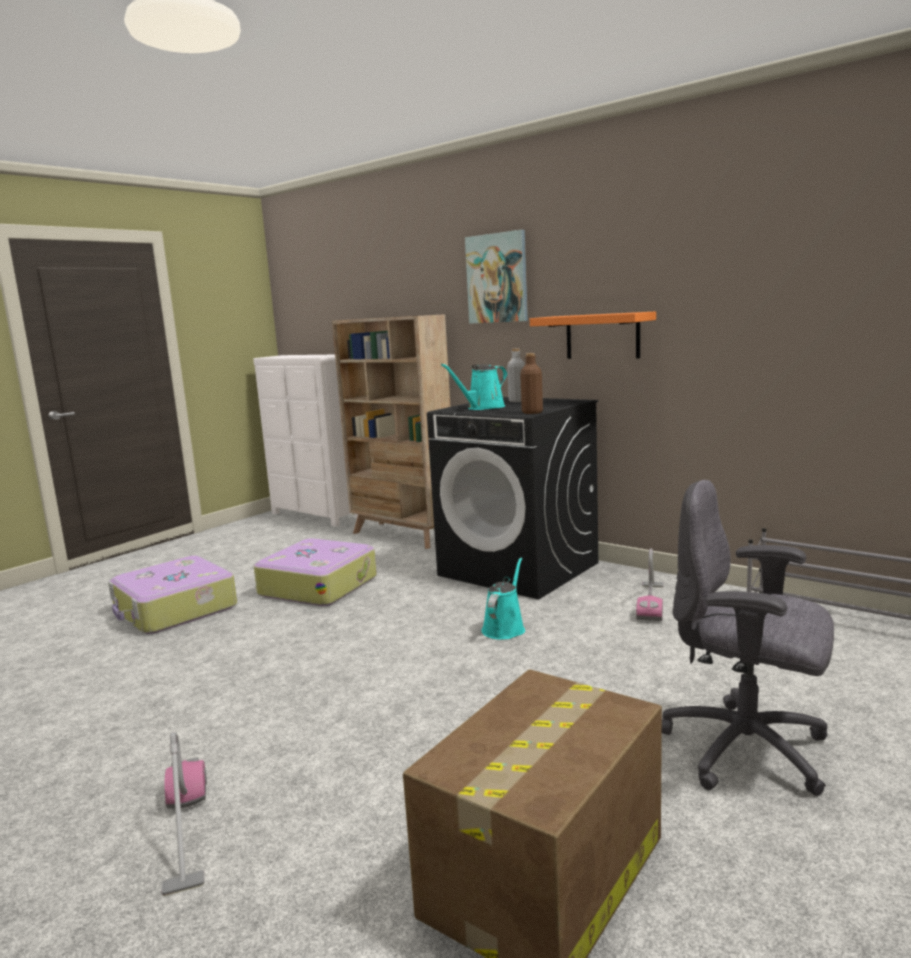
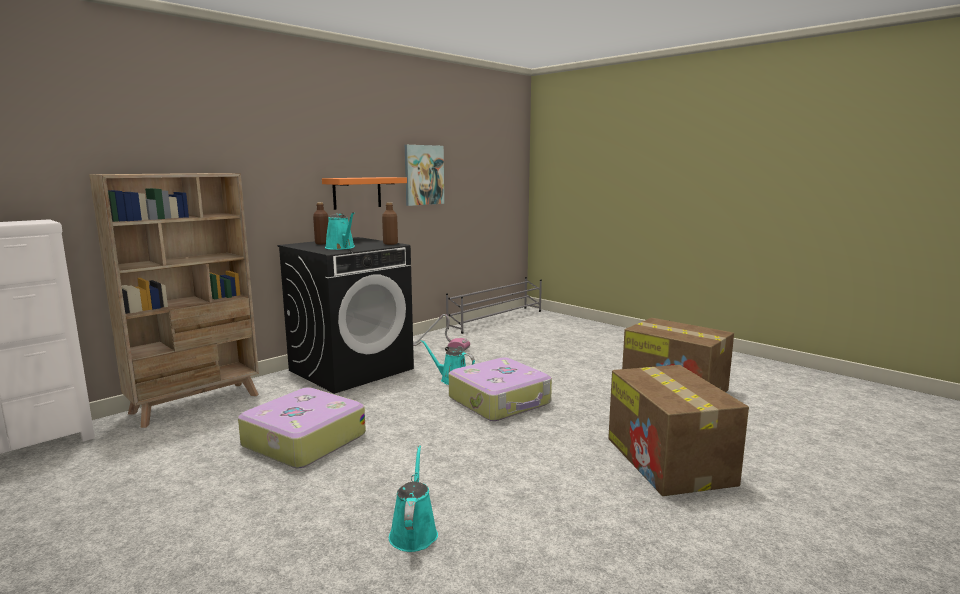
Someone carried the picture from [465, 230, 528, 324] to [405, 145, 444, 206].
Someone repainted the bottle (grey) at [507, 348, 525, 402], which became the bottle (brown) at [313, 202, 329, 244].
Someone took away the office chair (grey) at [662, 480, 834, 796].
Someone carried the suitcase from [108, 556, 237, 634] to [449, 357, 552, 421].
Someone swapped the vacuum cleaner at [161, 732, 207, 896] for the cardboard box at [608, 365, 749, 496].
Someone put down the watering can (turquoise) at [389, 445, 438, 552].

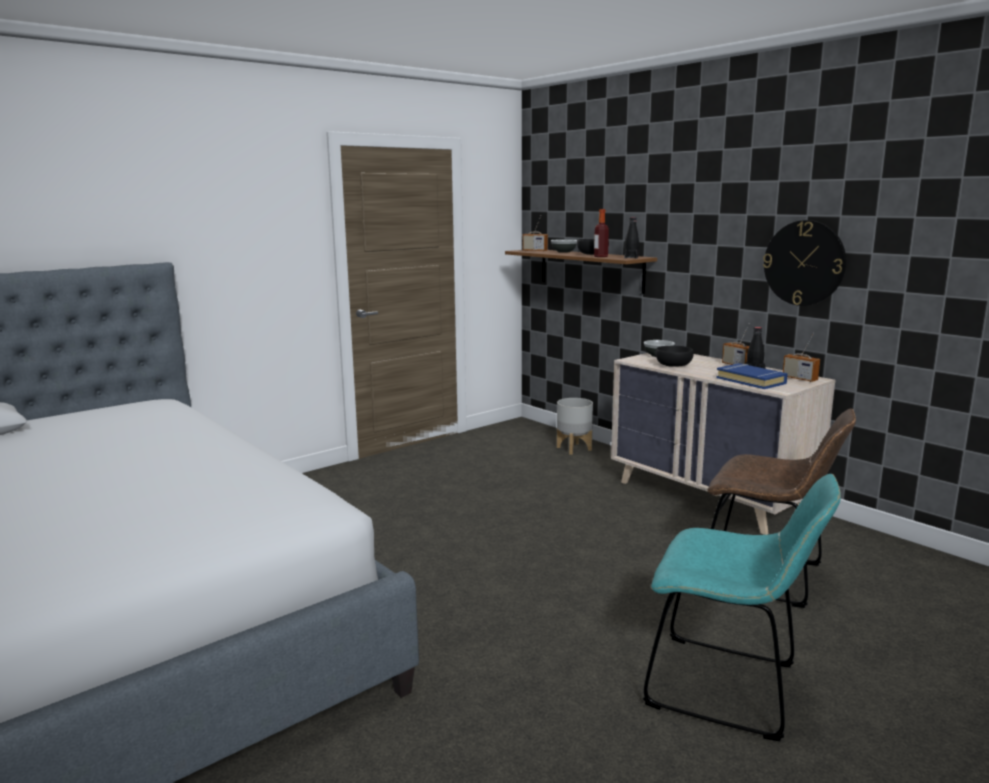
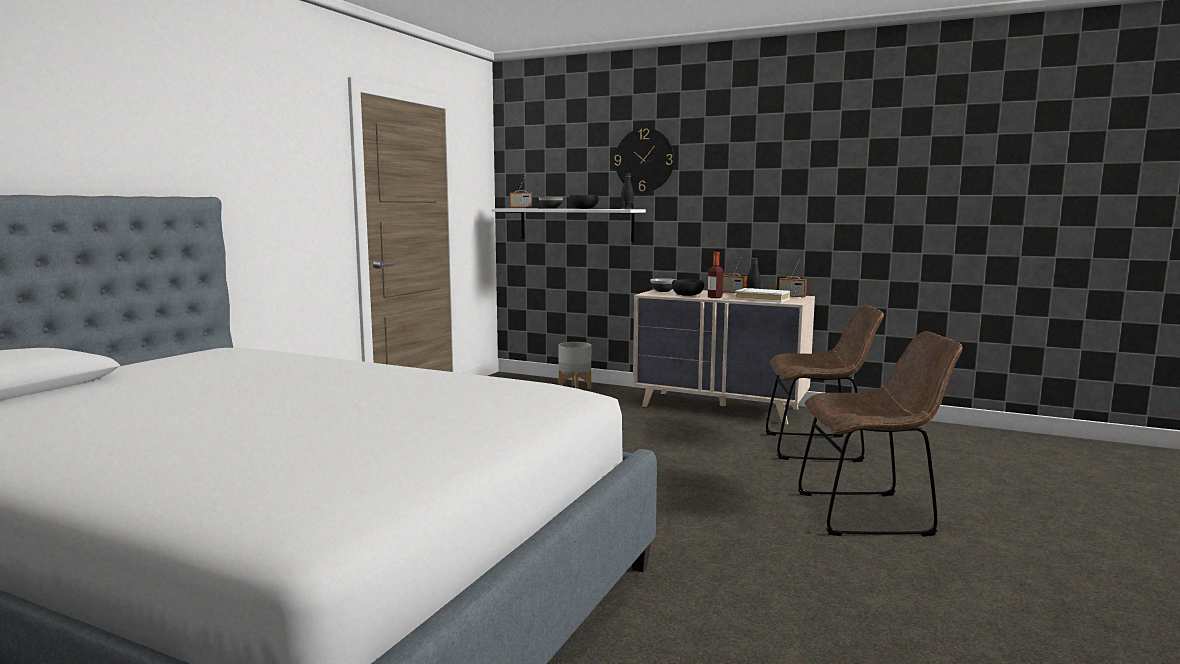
Someone carried the bottle from [594, 209, 609, 257] to [708, 252, 723, 298].
Someone carried the wall clock from [763, 220, 846, 306] to [615, 128, 674, 192].
Someone repainted the shelf (brown) at [505, 250, 657, 294], which became the shelf (white) at [492, 208, 646, 242].
Someone repainted the book (blue) at [716, 363, 788, 389], which became the book (white) at [735, 288, 790, 303].
Someone repainted the chair (turquoise) at [643, 474, 841, 741], which became the chair (brown) at [798, 331, 963, 537].

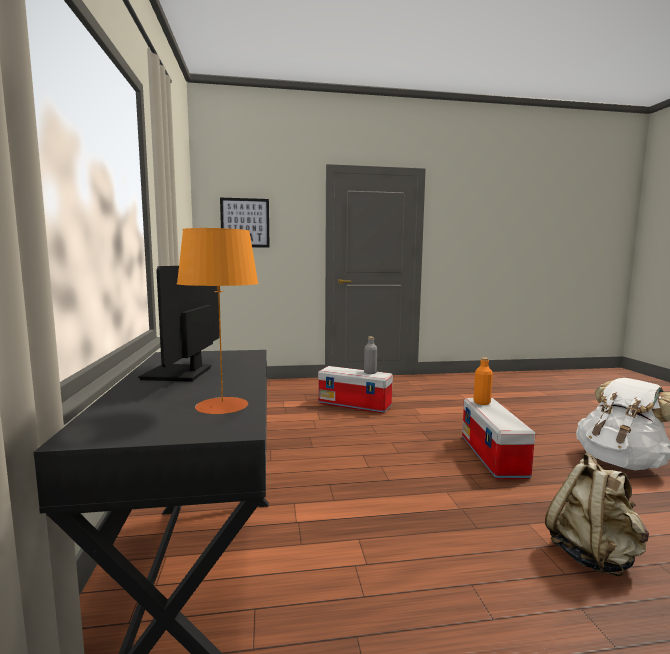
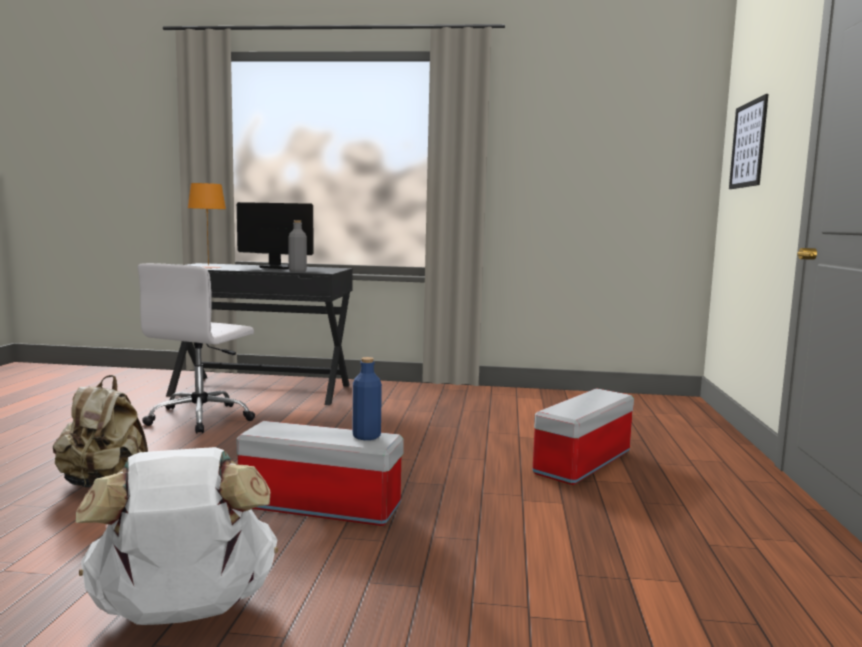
Someone carried the bottle (grey) from [364, 337, 377, 374] to [288, 220, 307, 272].
Someone repainted the bottle (orange) at [473, 357, 493, 405], which became the bottle (blue) at [353, 357, 382, 440].
Someone put down the office chair (white) at [138, 263, 255, 434].

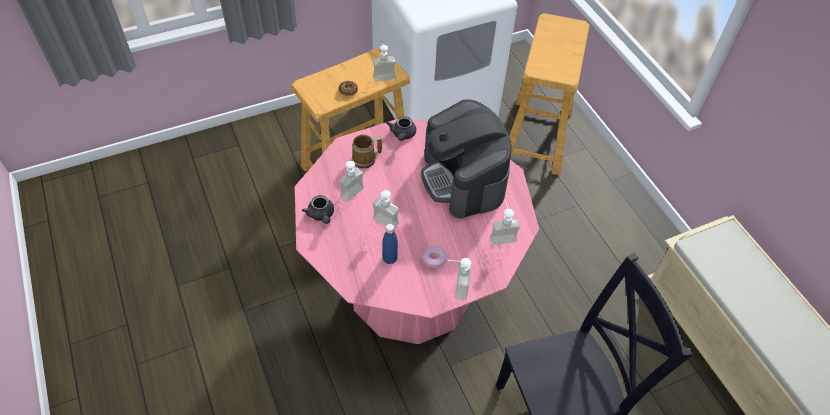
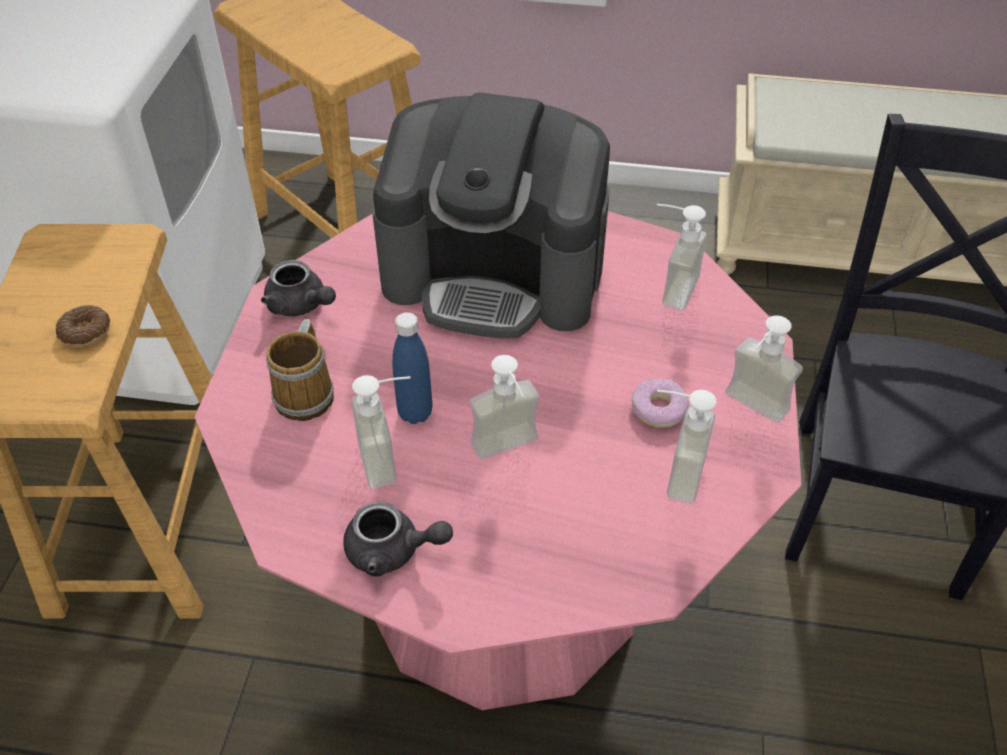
Someone carried the soap dispenser from [373, 39, 396, 82] to [657, 390, 717, 504].
Someone carried the bottle (blue) from [383, 223, 398, 264] to [392, 312, 433, 424].

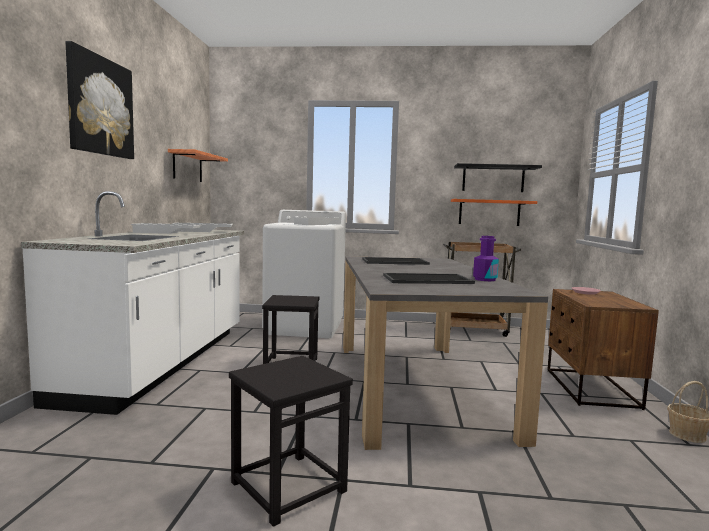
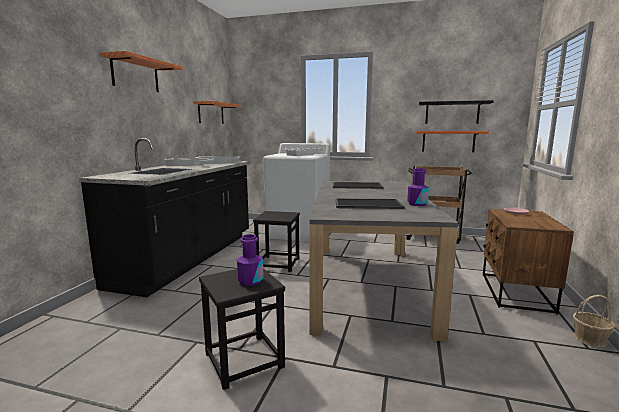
Someone swapped the picture at [65, 41, 134, 159] for the shelf at [100, 51, 183, 92].
Someone repainted the counter (white) at [21, 191, 244, 415], which became the counter (black) at [79, 138, 250, 297].
Someone put down the bottle (purple) at [237, 234, 264, 286].

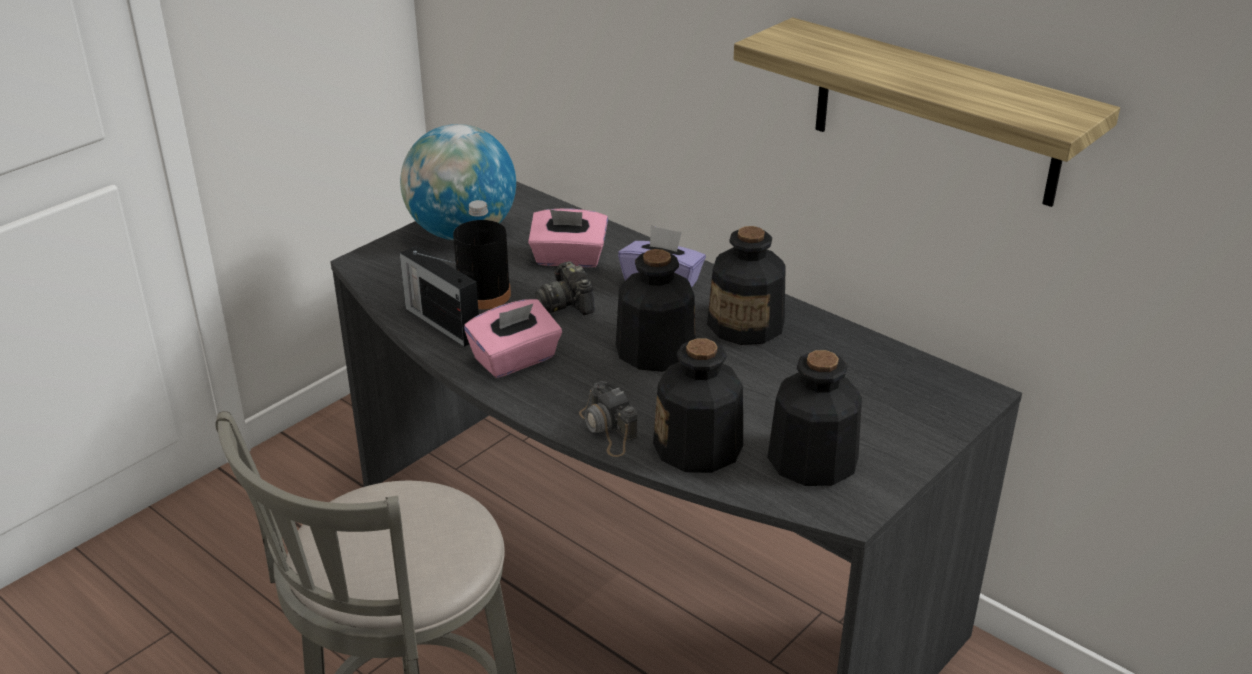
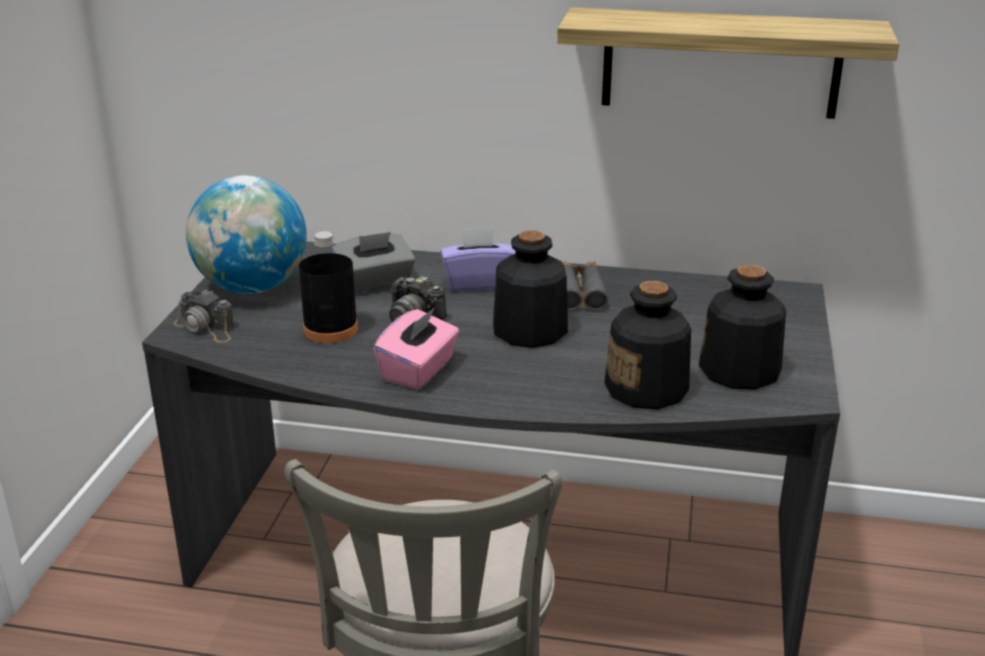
Someone repainted the tissue box (pink) at [528, 208, 608, 268], which became the tissue box (grey) at [332, 232, 416, 294].
Someone swapped the bottle at [707, 226, 786, 345] for the binoculars (grey) at [562, 261, 608, 311].
Someone took away the radio at [400, 246, 479, 347].
Someone carried the photo camera from [579, 381, 638, 457] to [173, 290, 234, 343].

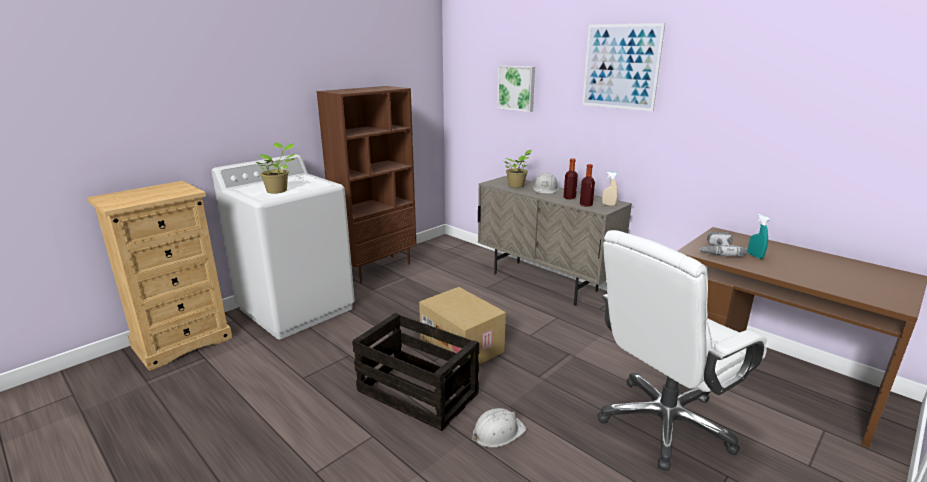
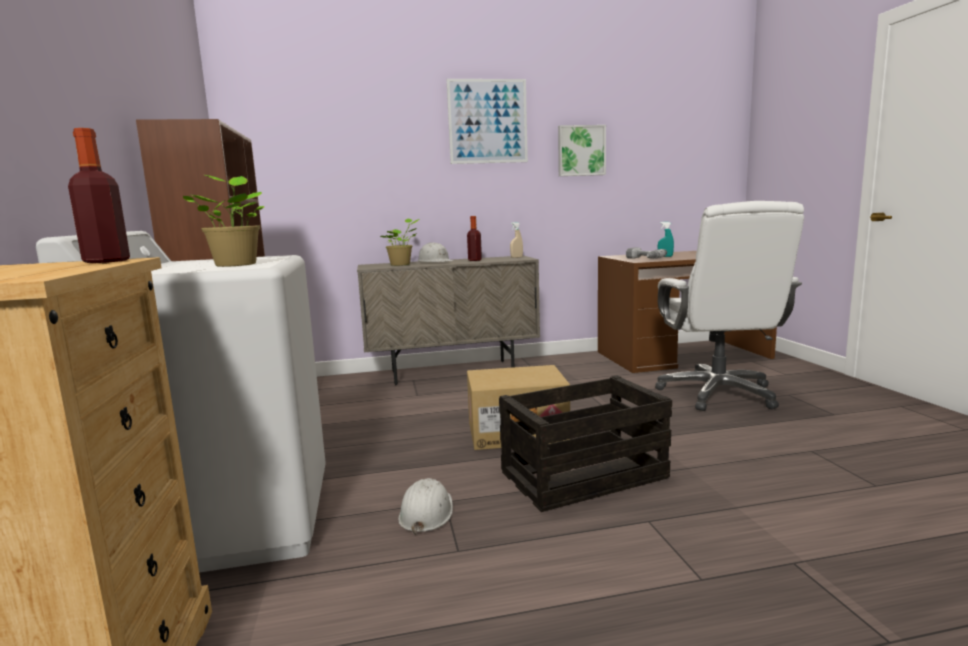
Someone carried the picture from [497, 65, 535, 112] to [558, 125, 606, 176].
Someone carried the bottle from [580, 164, 595, 207] to [68, 128, 130, 263].
Someone carried the hard hat (white) from [472, 408, 526, 448] to [398, 478, 453, 535].

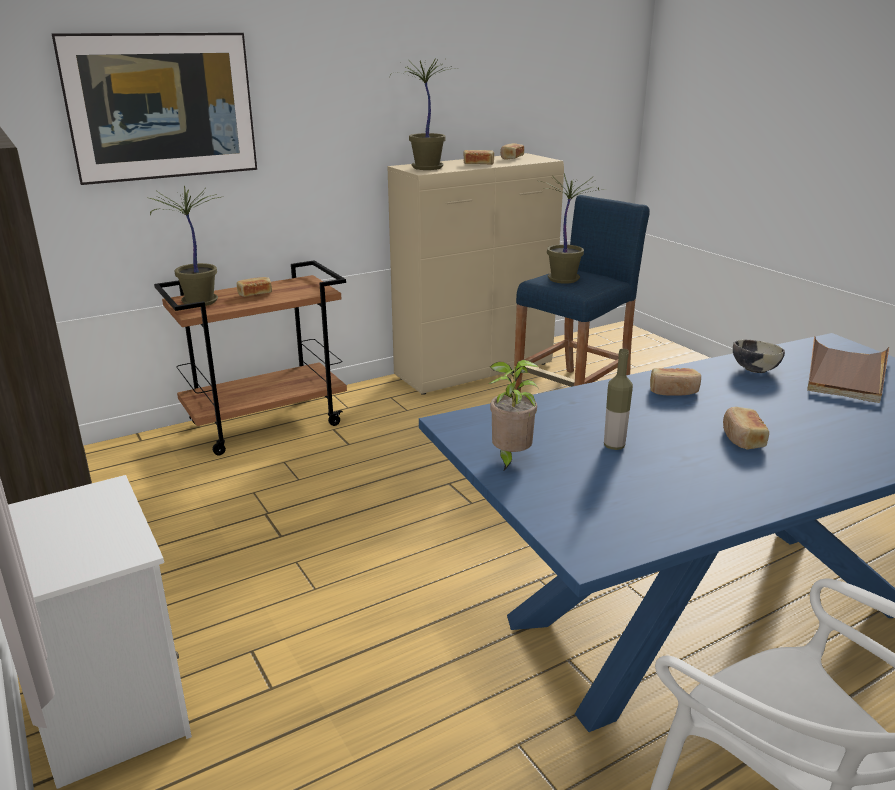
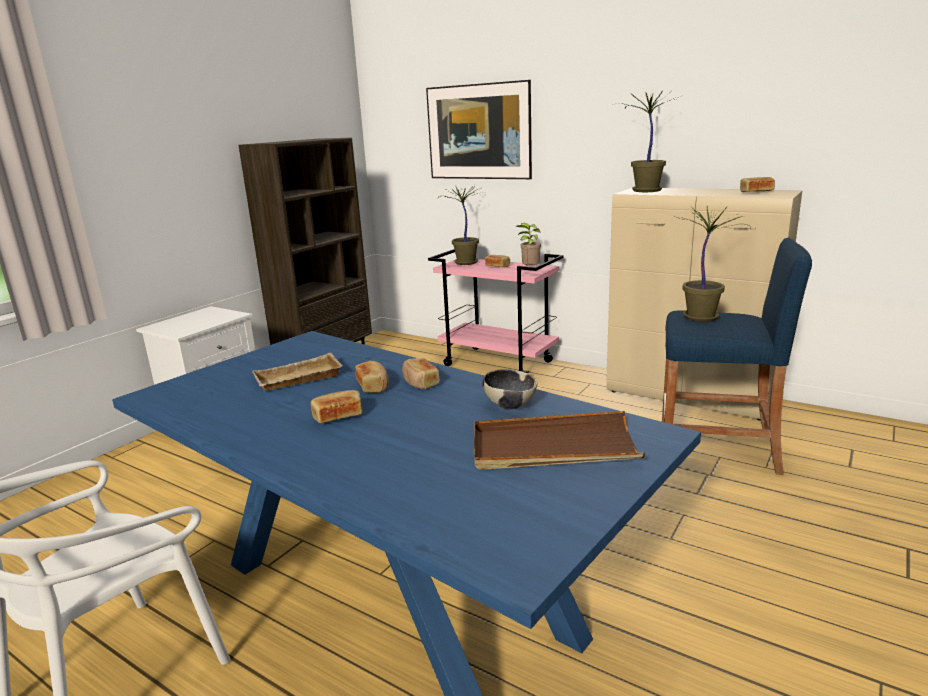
Someone carried the bread from [464, 150, 494, 165] to [355, 361, 389, 393].
Someone repainted the cart (brown) at [154, 260, 347, 455], which became the cart (pink) at [428, 249, 564, 373].
Someone swapped the bottle at [604, 349, 633, 450] for the tray (beige) at [252, 353, 343, 391].
Someone carried the potted plant from [488, 360, 539, 472] to [516, 223, 541, 266].

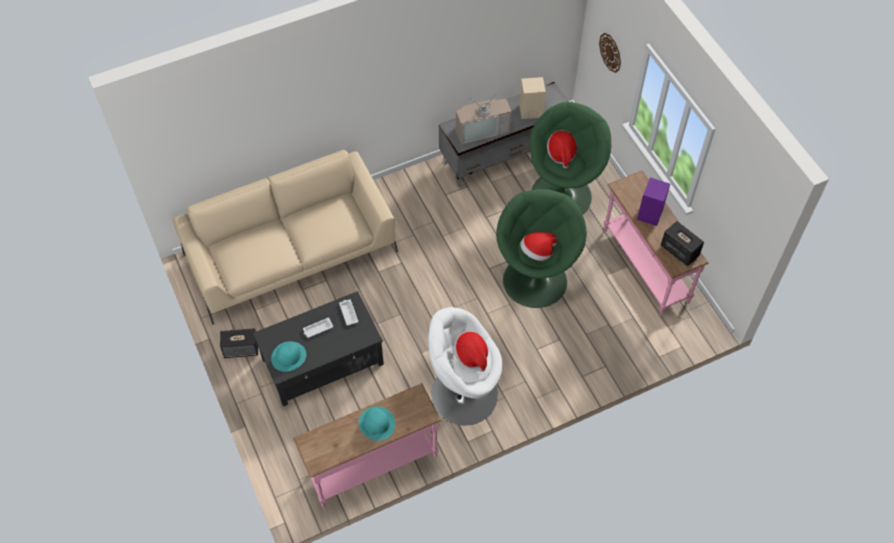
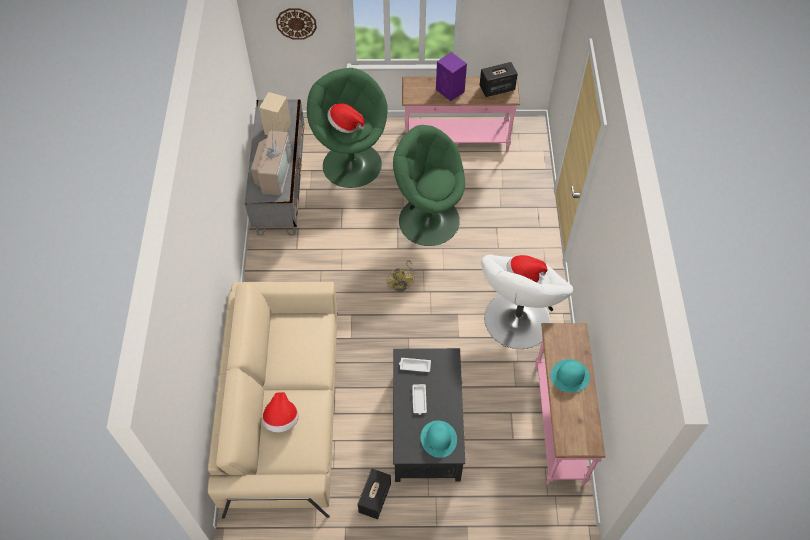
Someone carried the hat from [520, 232, 558, 261] to [262, 392, 299, 432].
Someone put down the fan (yellow) at [386, 260, 415, 292].

